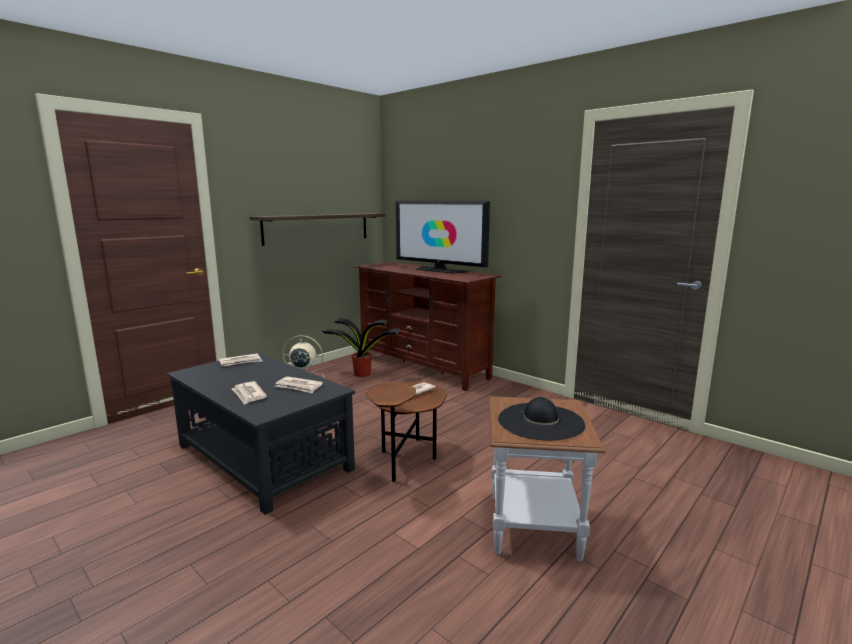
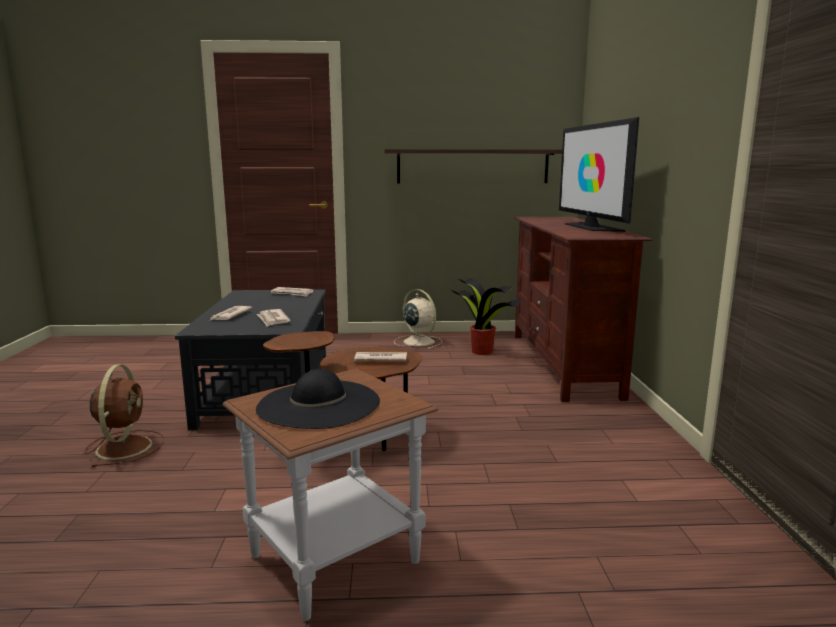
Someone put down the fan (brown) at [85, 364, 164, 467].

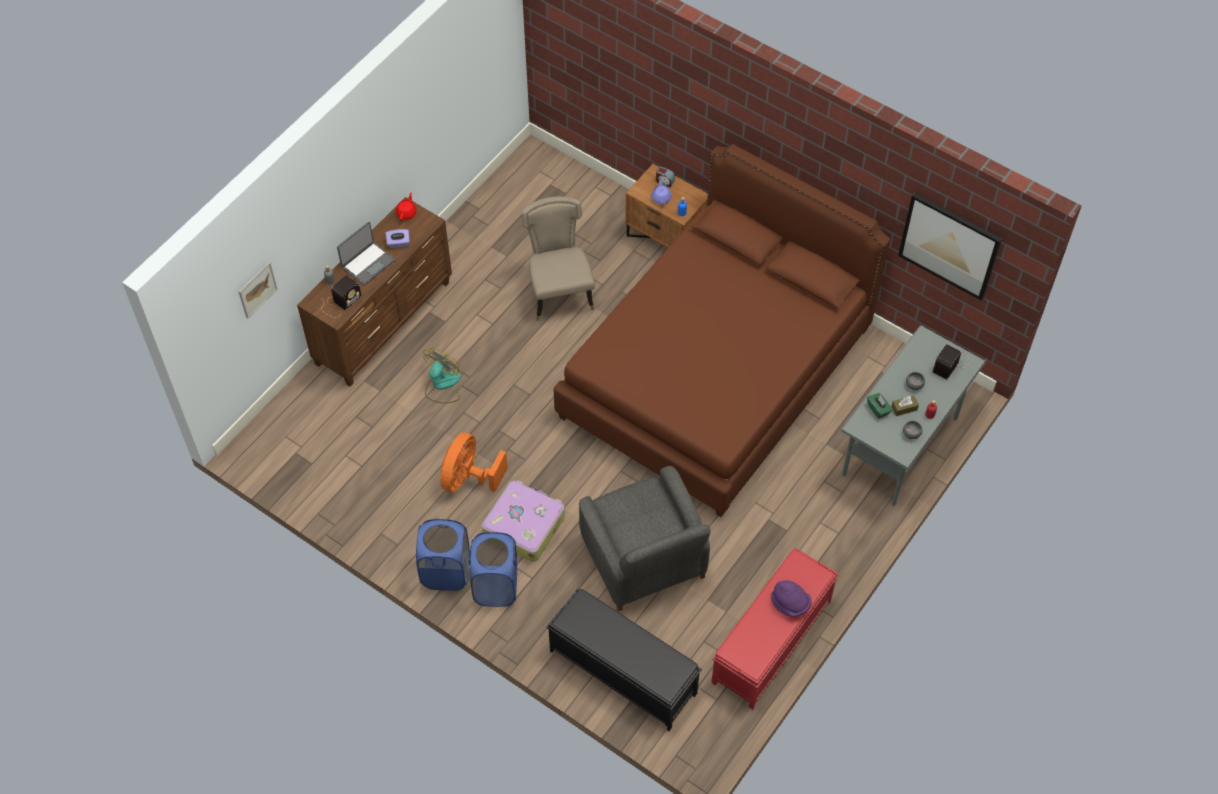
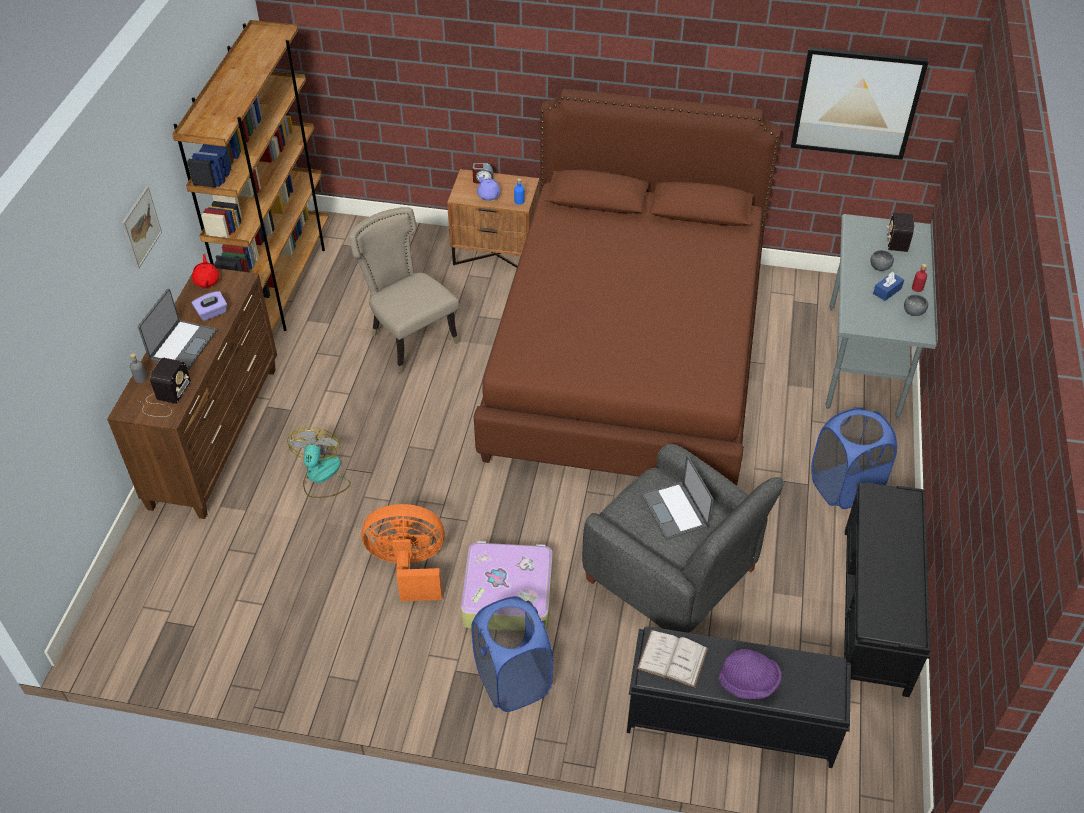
Someone carried the picture from [238, 262, 277, 318] to [122, 186, 162, 269].
Someone took away the tissue box (green) at [867, 393, 892, 419].
Someone repainted the tissue box (brown) at [891, 395, 919, 416], which became the tissue box (blue) at [873, 272, 904, 301].
Someone rotated the fan (orange) at [440, 433, 508, 492] by 90 degrees clockwise.
Someone carried the laundry basket (blue) from [416, 518, 470, 591] to [811, 407, 897, 509].
Someone repainted the bench (red) at [711, 549, 839, 710], which became the bench (black) at [844, 482, 930, 697].
Someone carried the hat (purple) from [771, 580, 812, 617] to [719, 649, 782, 699].
Someone put down the bookcase (brown) at [172, 20, 329, 332].
Someone put down the laptop at [642, 455, 714, 540].
Someone put down the book (white) at [637, 630, 708, 687].

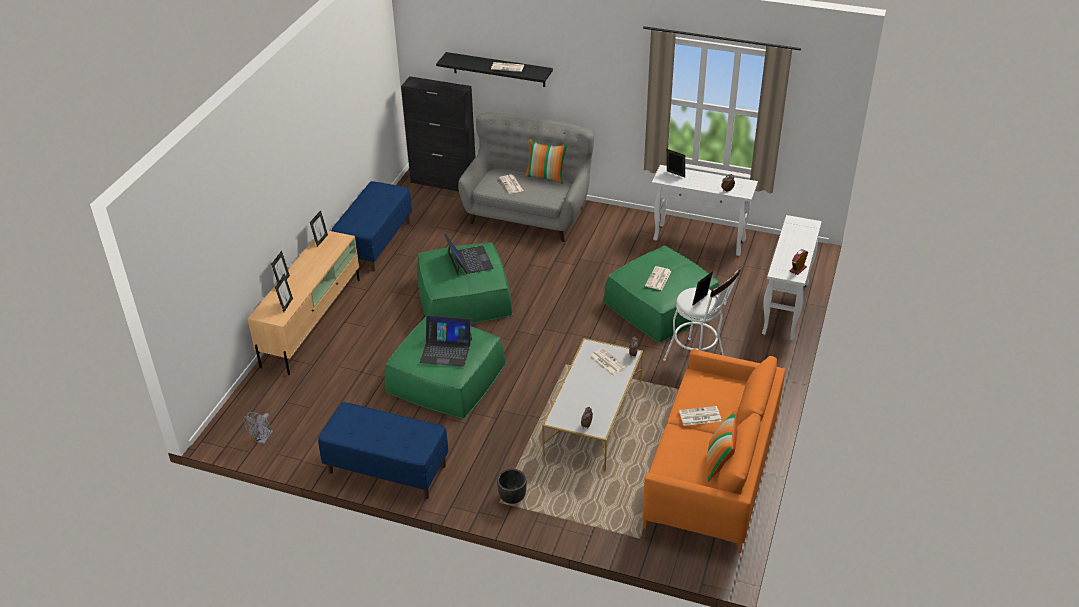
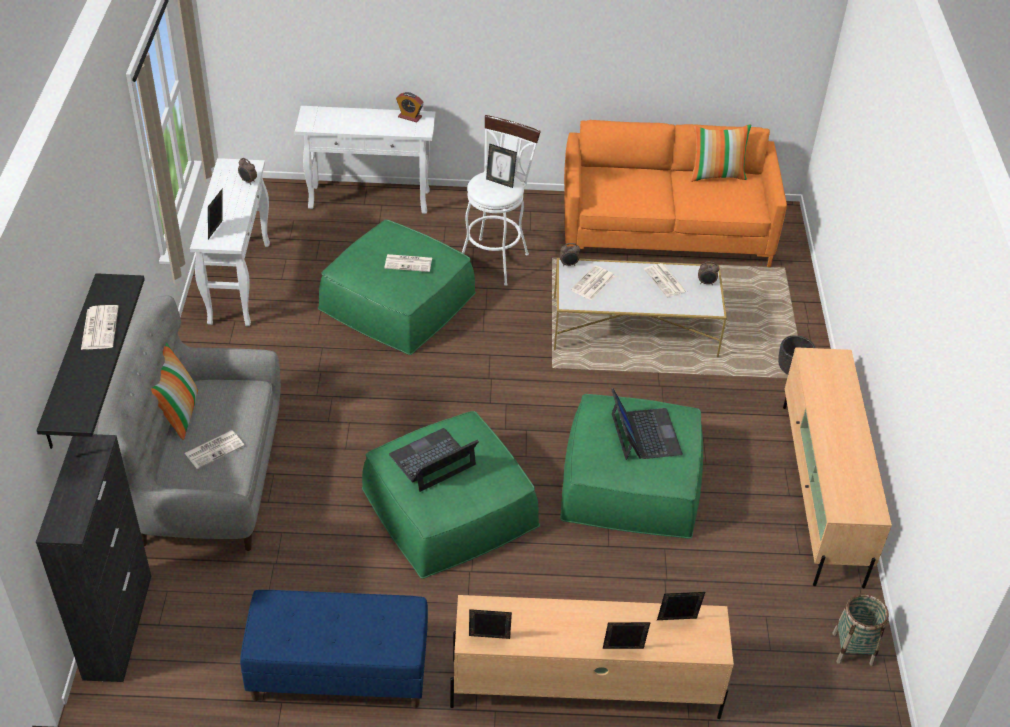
Someone swapped the bench (blue) at [318, 402, 448, 499] for the tv stand (beige) at [783, 347, 892, 588].
Someone carried the newspaper from [679, 406, 722, 426] to [644, 263, 687, 297].
Someone swapped the fan (grey) at [244, 412, 273, 444] for the basket at [832, 593, 889, 666].

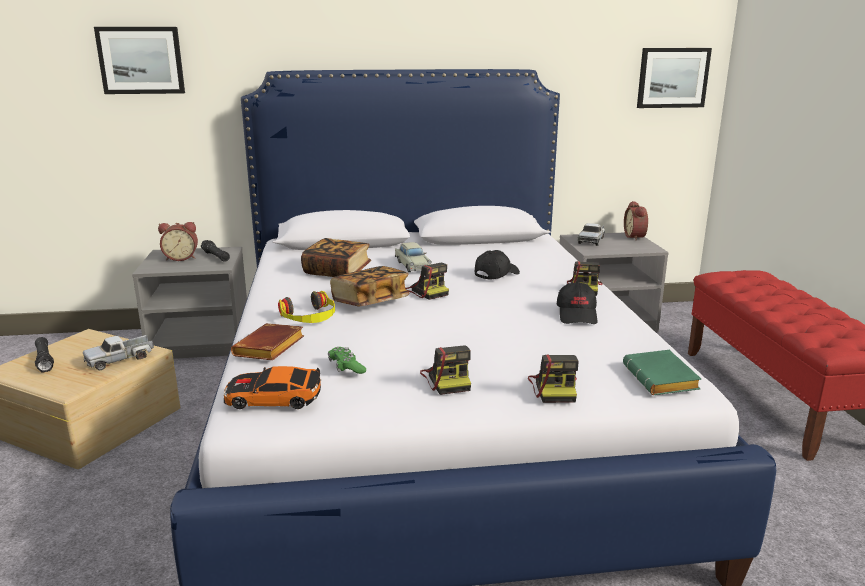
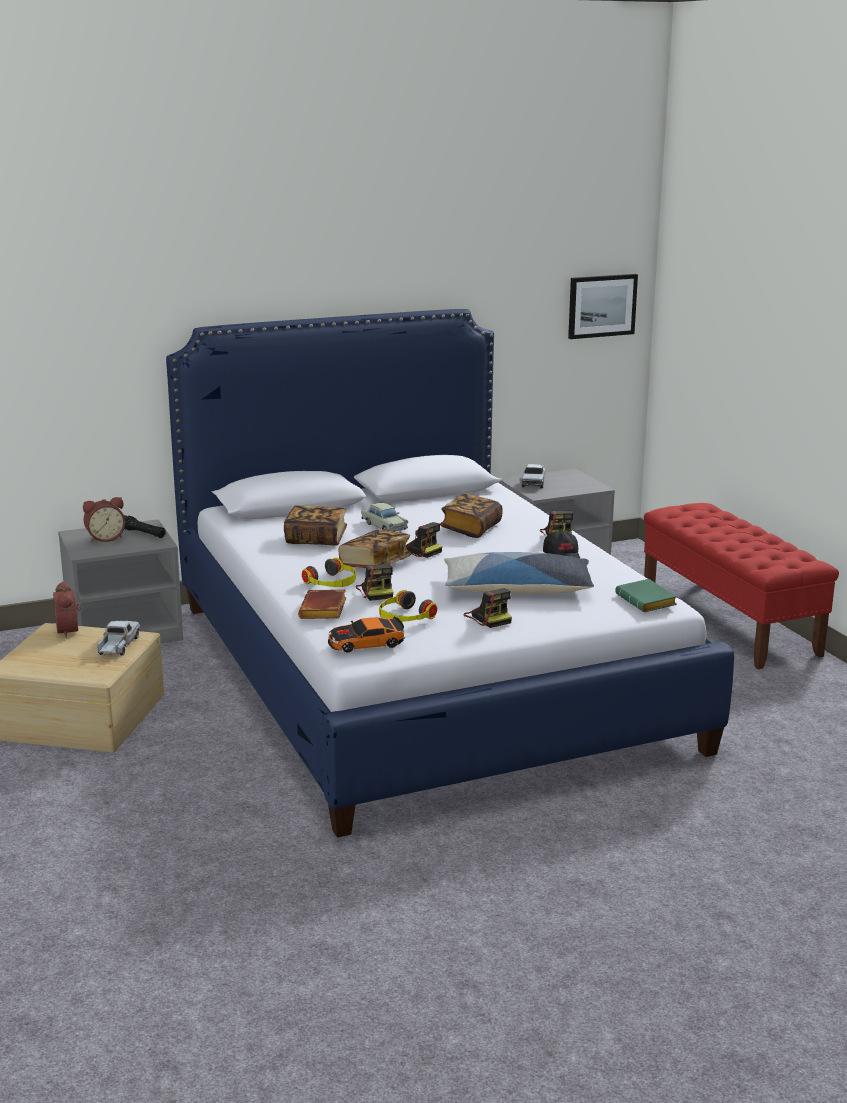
Someone took away the picture at [94, 27, 185, 94].
Someone carried the alarm clock from [624, 201, 648, 241] to [53, 581, 82, 638].
Someone swapped the cap (black) at [475, 250, 520, 280] for the book at [440, 494, 503, 538].
Someone rotated the toy truck at [83, 335, 154, 370] by 150 degrees clockwise.
Someone took away the flashlight (black) at [35, 337, 54, 373].
Someone swapped the game controller (green) at [328, 347, 366, 374] for the headphones at [379, 590, 437, 622].
Someone carried the photo camera from [528, 354, 578, 403] to [355, 564, 393, 601].
Someone put down the pillow at [444, 552, 594, 594].

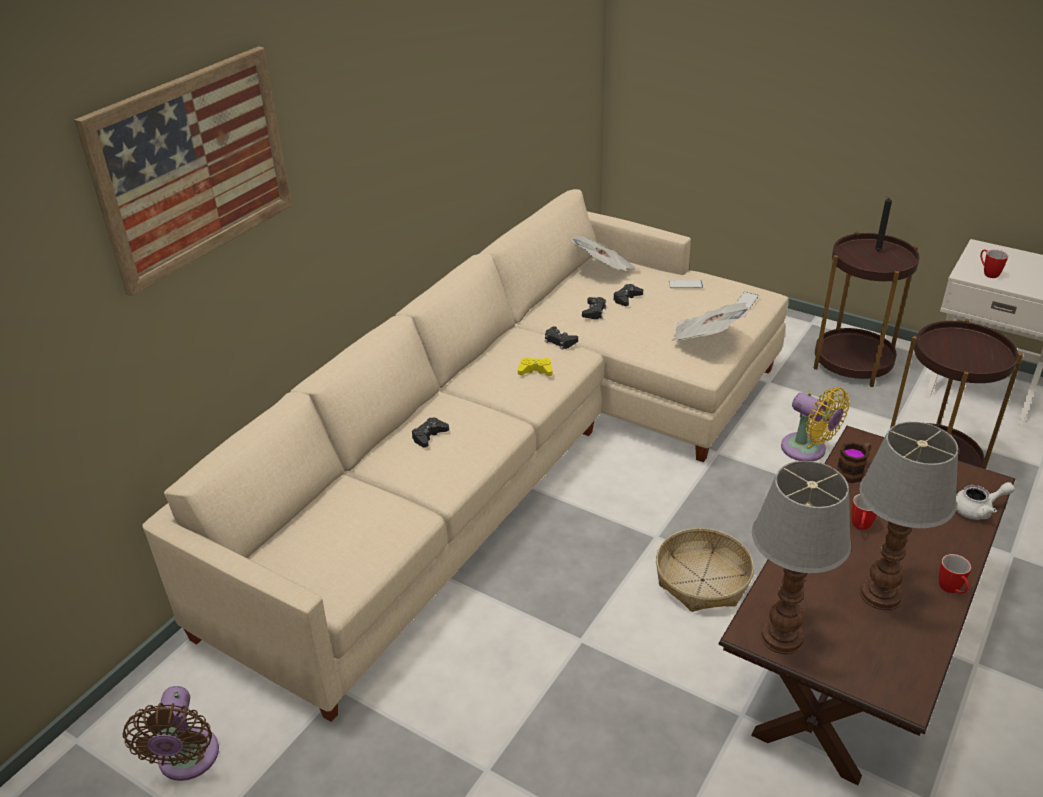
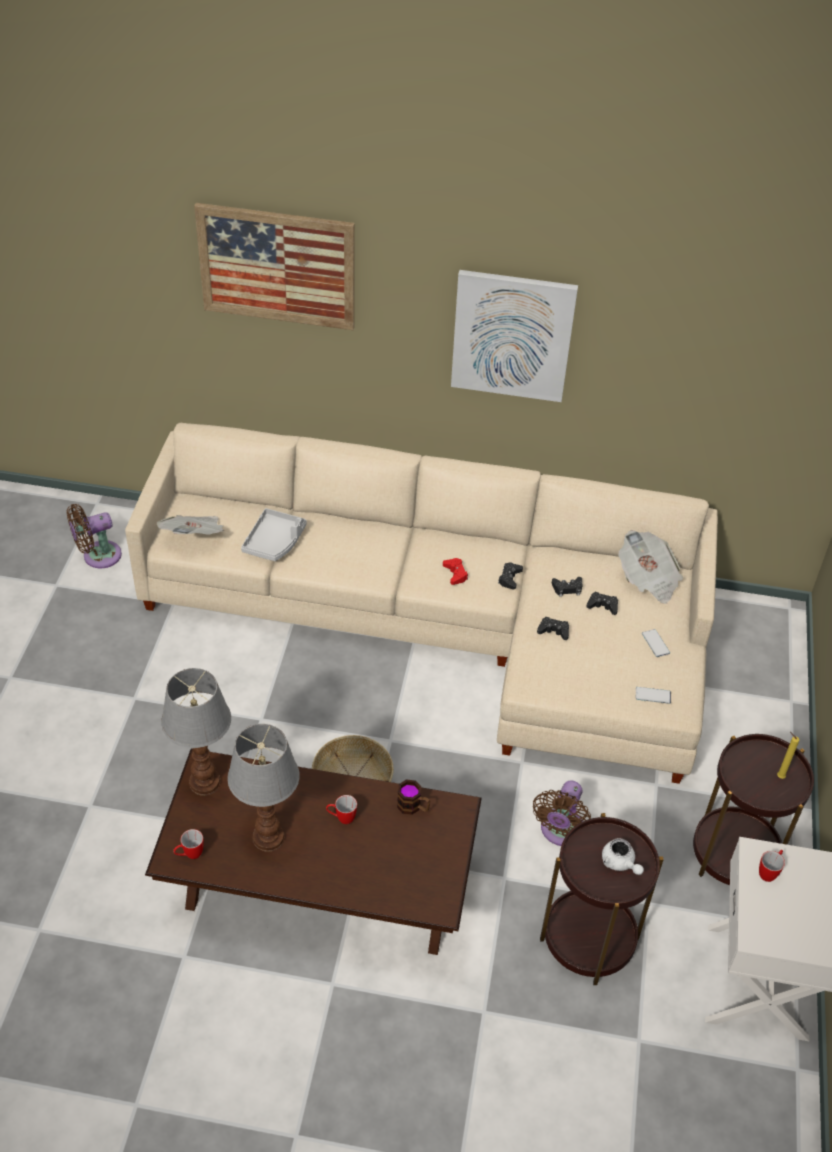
Someone repainted the candle (black) at [875, 196, 892, 251], which became the candle (yellow) at [777, 732, 800, 779].
Someone carried the newspaper from [672, 302, 749, 341] to [157, 515, 224, 534].
Someone repainted the game controller (yellow) at [518, 357, 553, 376], which became the game controller (red) at [443, 558, 468, 585].
Someone repainted the fan (yellow) at [781, 387, 850, 461], which became the fan (brown) at [533, 780, 591, 846].
Someone carried the game controller (black) from [412, 418, 449, 448] to [537, 617, 569, 640].
Someone carried the teapot (white) from [956, 482, 1015, 520] to [602, 838, 644, 875].
Someone carried the mug from [939, 554, 971, 593] to [173, 829, 203, 859].
Someone put up the picture at [451, 270, 578, 402].
Someone put down the tray (grey) at [241, 508, 307, 561].

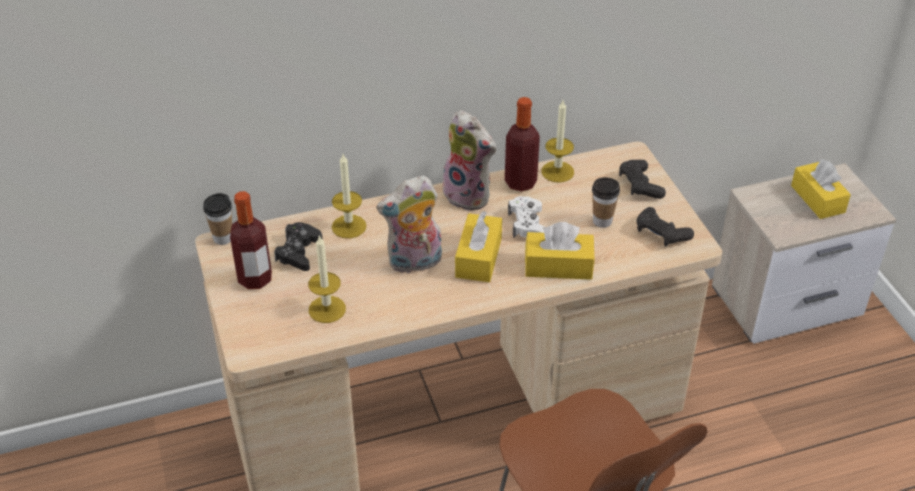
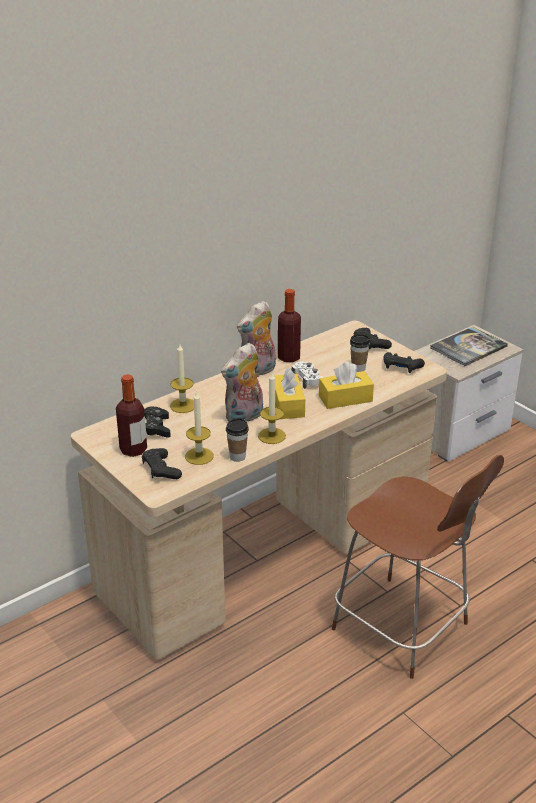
Someone carried the candle from [541, 100, 574, 182] to [258, 373, 286, 444].
Someone rotated the plush toy at [443, 110, 496, 211] by 120 degrees clockwise.
Someone swapped the tissue box (yellow) at [791, 159, 851, 219] for the book at [430, 327, 508, 366].
Someone carried the cup from [203, 193, 232, 245] to [226, 418, 249, 462].
Someone put down the game controller (black) at [142, 448, 182, 479].

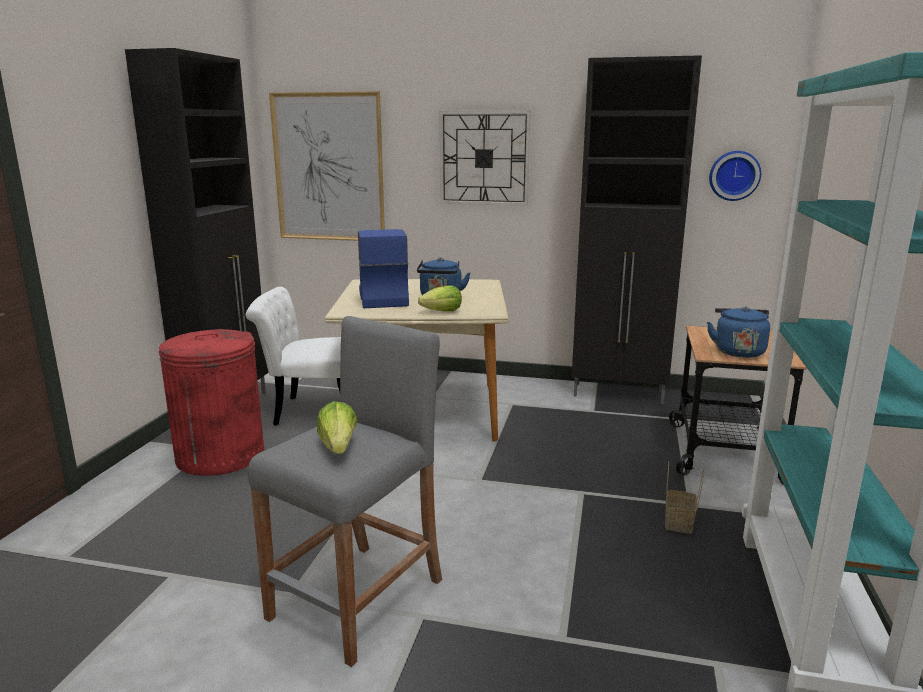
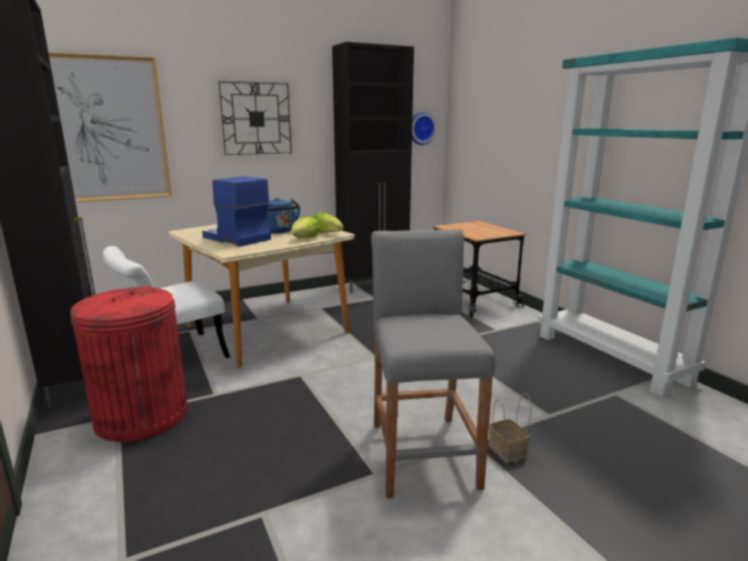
Someone took away the kettle (blue) at [707, 306, 770, 358].
Someone carried the lettuce from [317, 401, 358, 454] to [314, 212, 344, 233].
Someone carried the basket from [665, 462, 705, 534] to [489, 393, 531, 463].

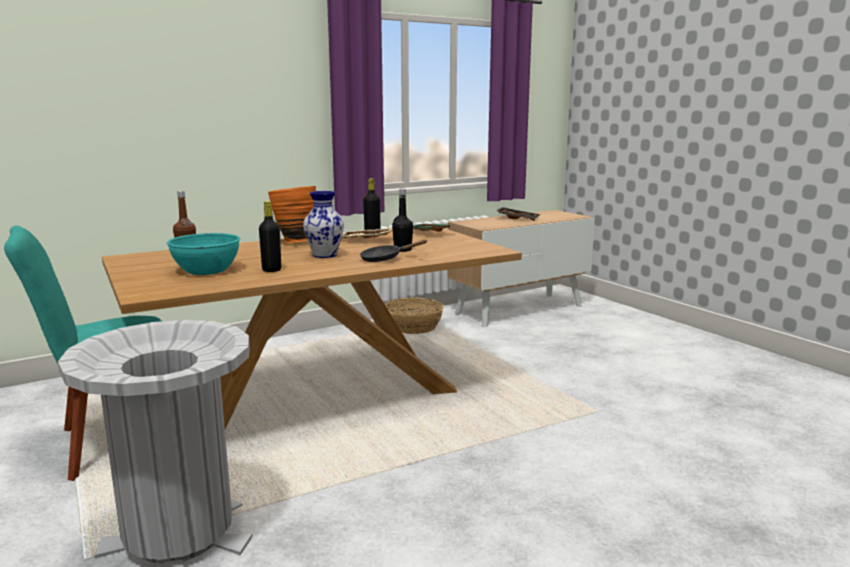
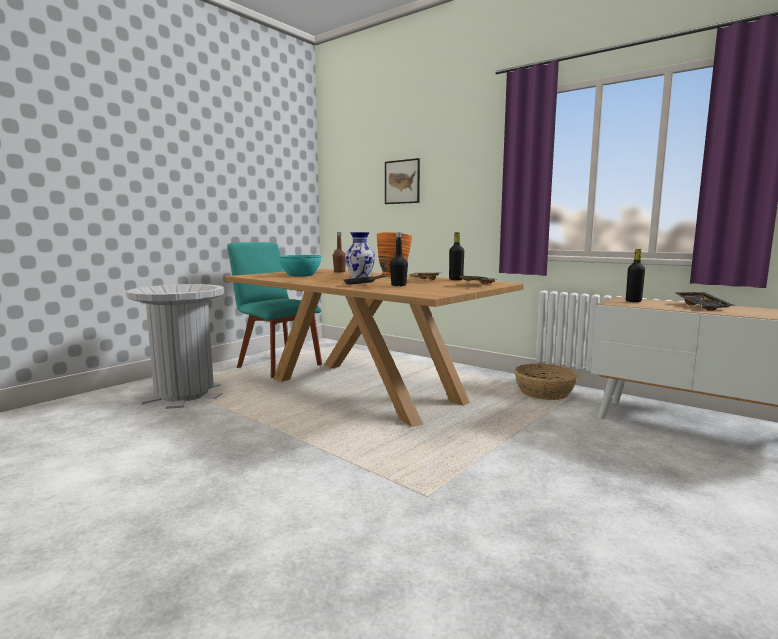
Someone carried the bottle (black) from [259, 201, 281, 272] to [626, 249, 645, 302].
Someone put up the picture at [385, 158, 420, 204].

